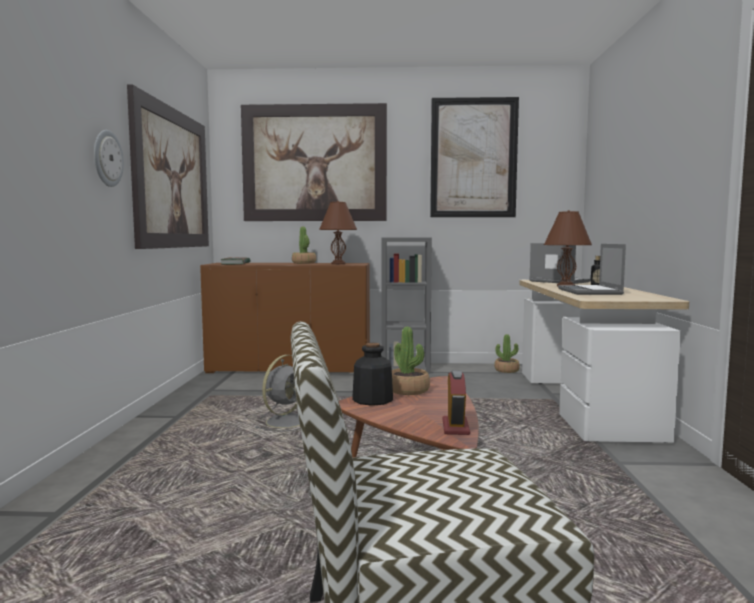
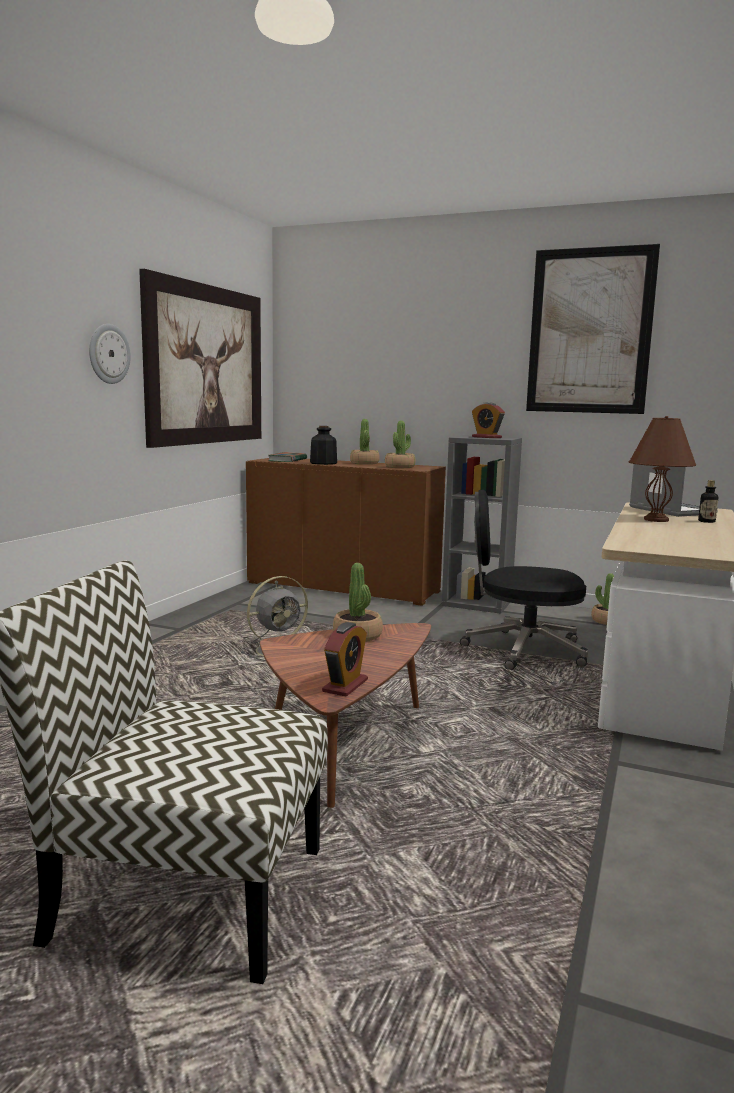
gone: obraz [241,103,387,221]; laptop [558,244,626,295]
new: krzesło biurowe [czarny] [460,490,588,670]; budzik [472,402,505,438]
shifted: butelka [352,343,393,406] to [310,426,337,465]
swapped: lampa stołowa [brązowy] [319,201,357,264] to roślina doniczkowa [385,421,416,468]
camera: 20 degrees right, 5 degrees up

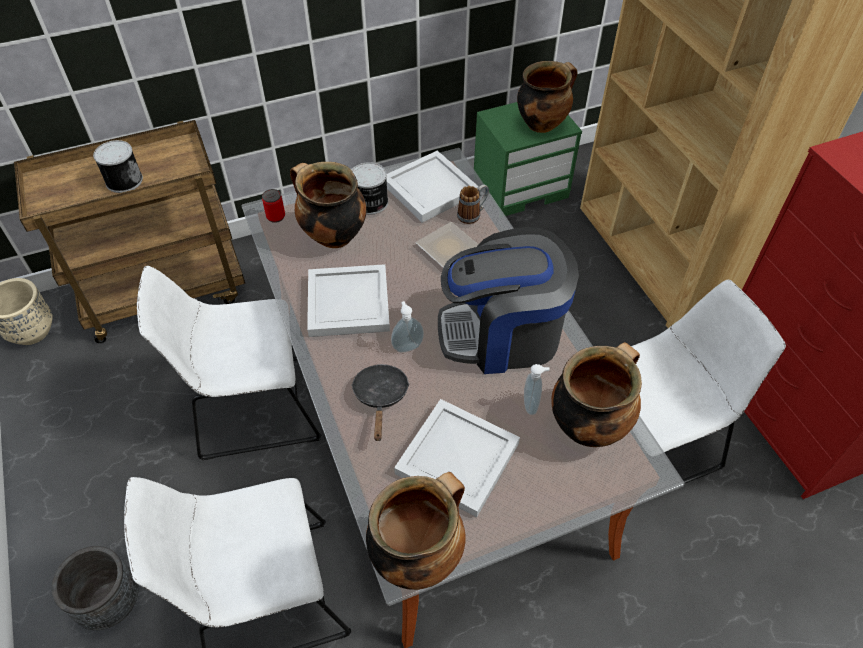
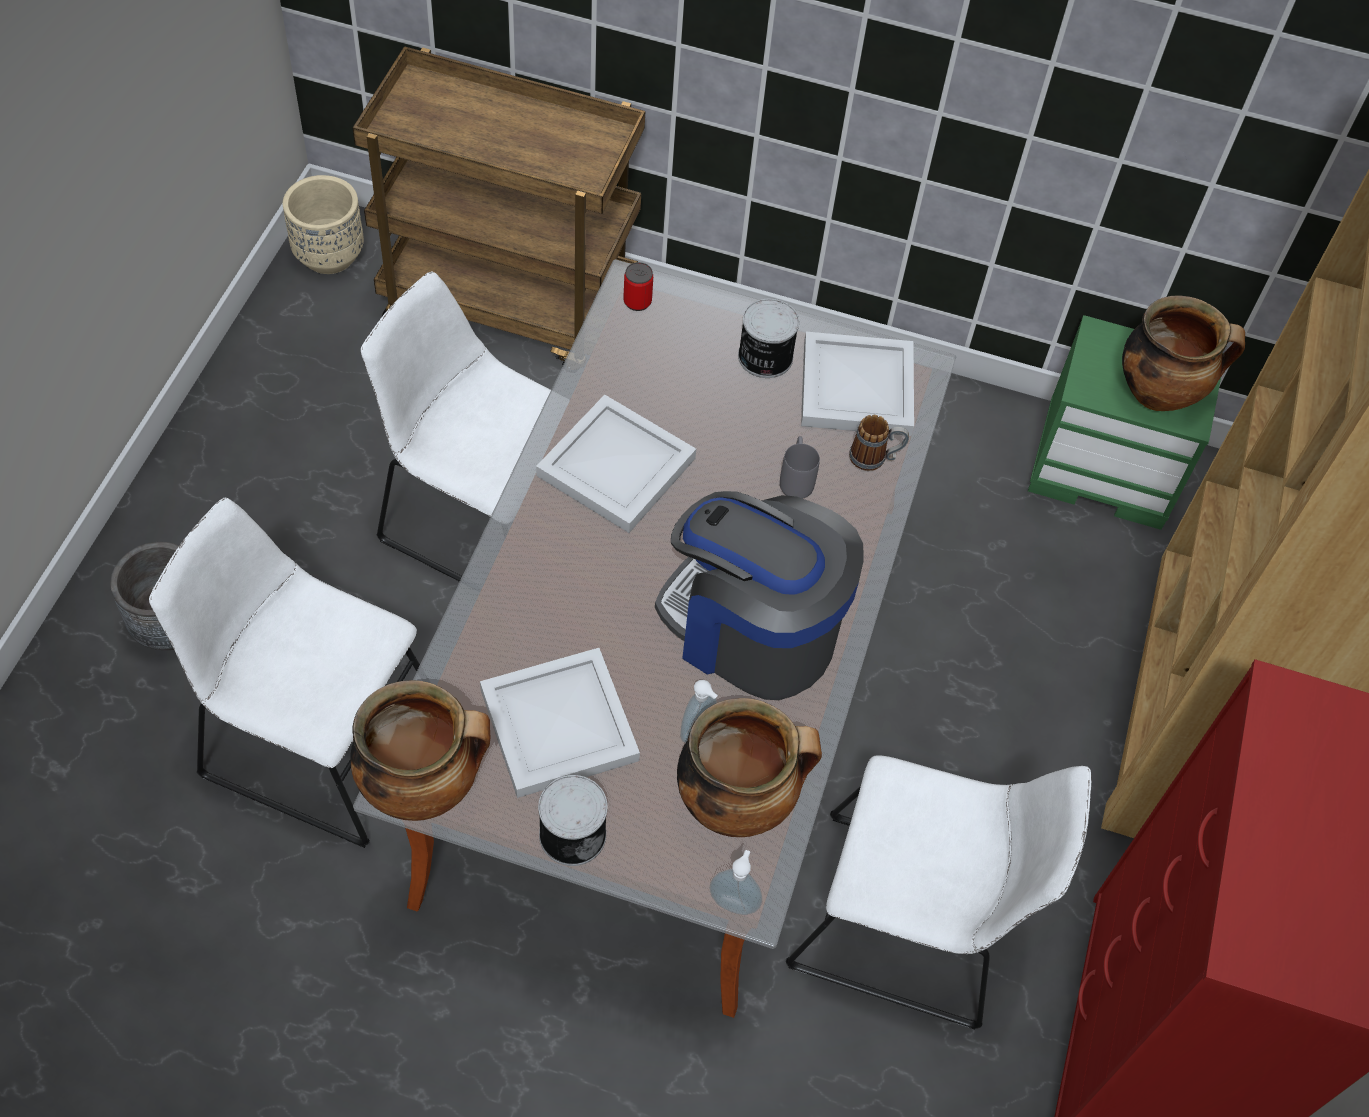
gone: garnek [290,162,366,248]; patelnia [czarny] [351,364,410,441]
shifted: puszka [93,140,143,193] to [538,775,608,866]; dozownik mydła [391,301,424,352] to [709,850,762,915]
swapped: talerz [415,222,478,268] to kubek [szary] [780,436,820,499]
camera: 35 degrees right, 5 degrees up

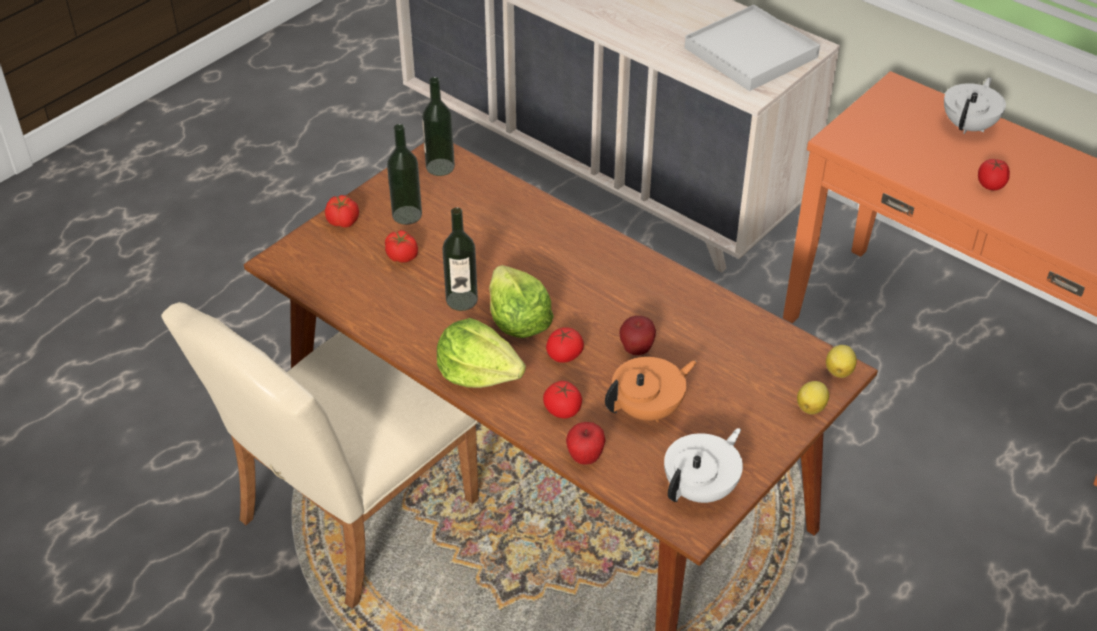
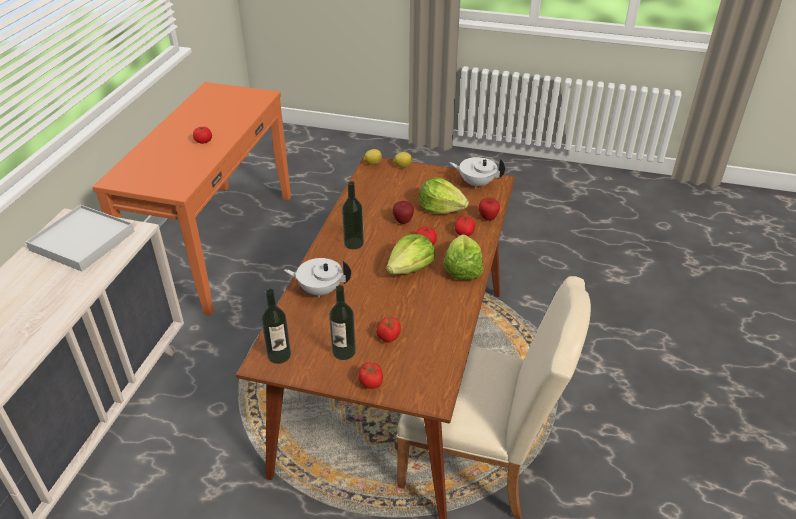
shifted: butelka [442,207,478,311] to [342,181,364,249]; imbryk [biały] [944,77,1006,134] to [284,258,351,298]
swapped: imbryk [pomarańczowy] [605,357,697,423] to sałata [419,177,469,214]
camera: 115 degrees left, 5 degrees down

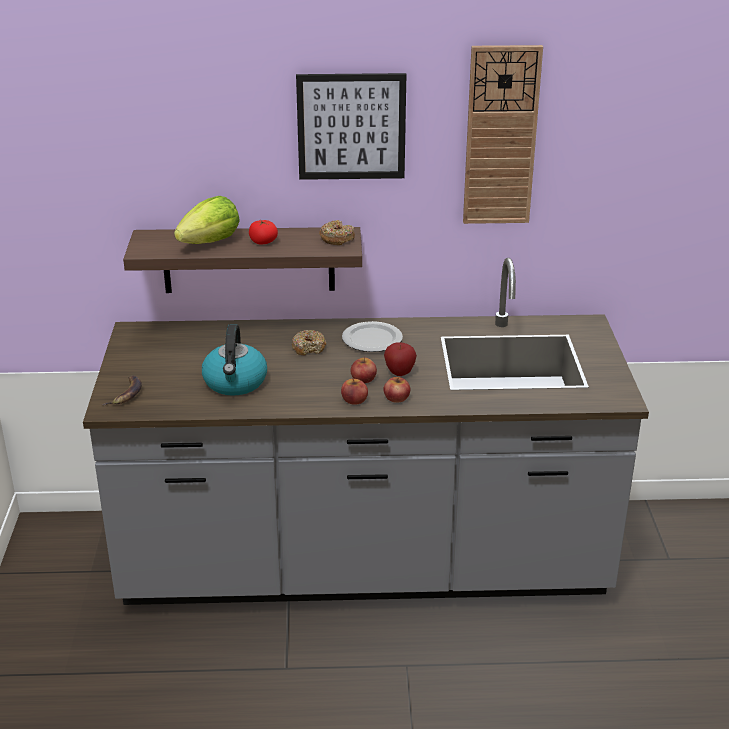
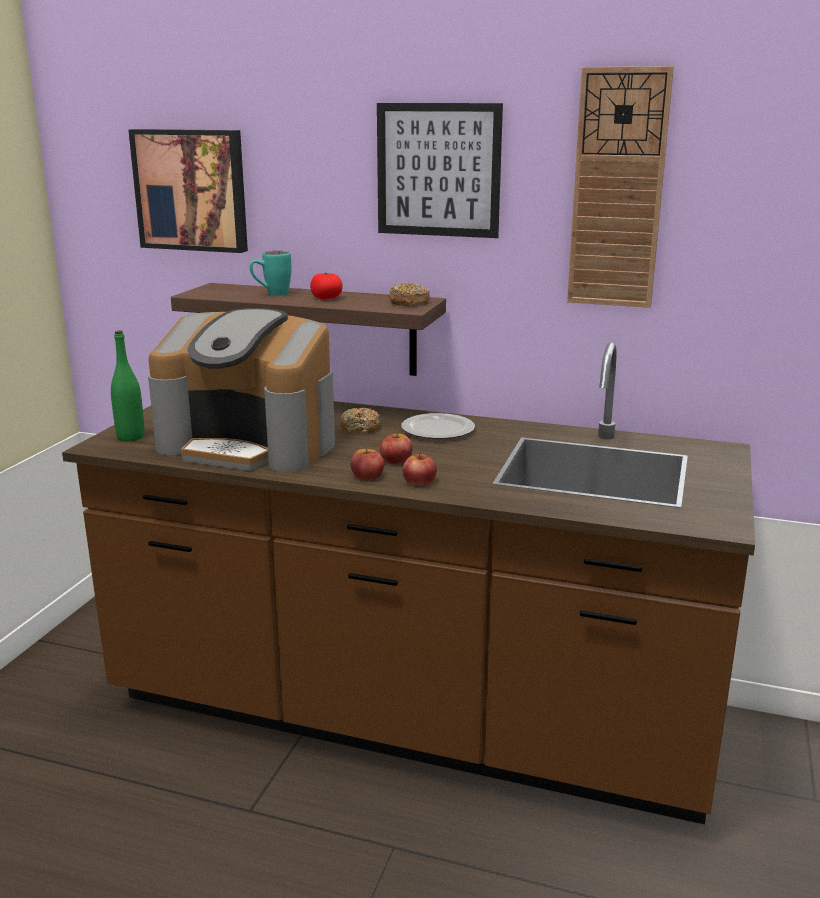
gone: jabłko [384,342,417,376]
new: obraz [128,129,248,253]
swapped: banan [102,375,142,405] to butelka [zielony] [111,330,144,441]; sałata [174,196,240,244] to kubek [turkusowy] [250,251,292,296]; czajnik [202,324,267,396] to ekspres do kawy [148,308,335,472]
repainted: zabudowa kuchenna [szary] [83,258,649,605] to zabudowa kuchenna [brązowy] [62,342,755,825]
camera: 20 degrees right, 10 degrees down

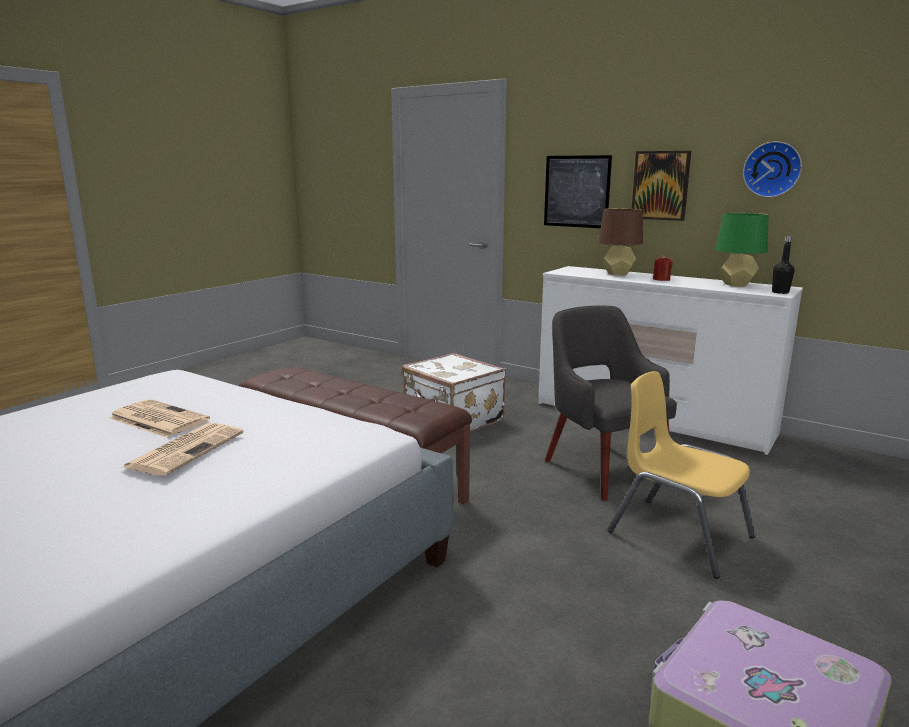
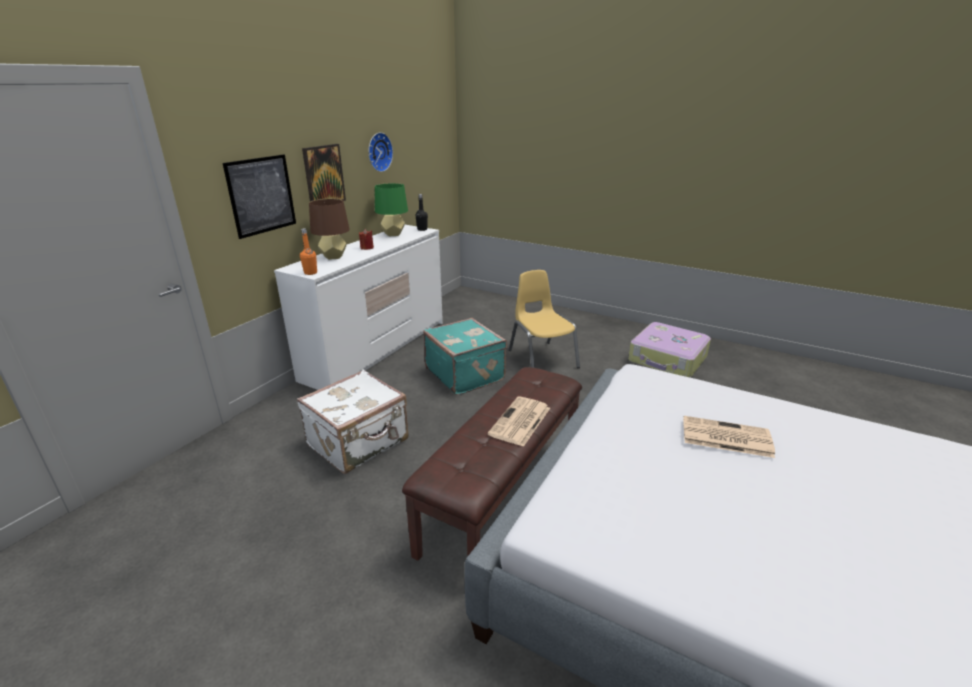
new: butelka [pomarańczowy] [300,228,317,275]
shifted: gazeta [109,399,210,438] to [488,396,550,447]
swapped: fotel [szary] [545,306,677,501] to walizka [turkusowy] [423,318,507,395]
rotated: krzesło [żółty] [607,371,756,579] = [509,270,580,368] 120 degrees clockwise
camera: 95 degrees left, 10 degrees up

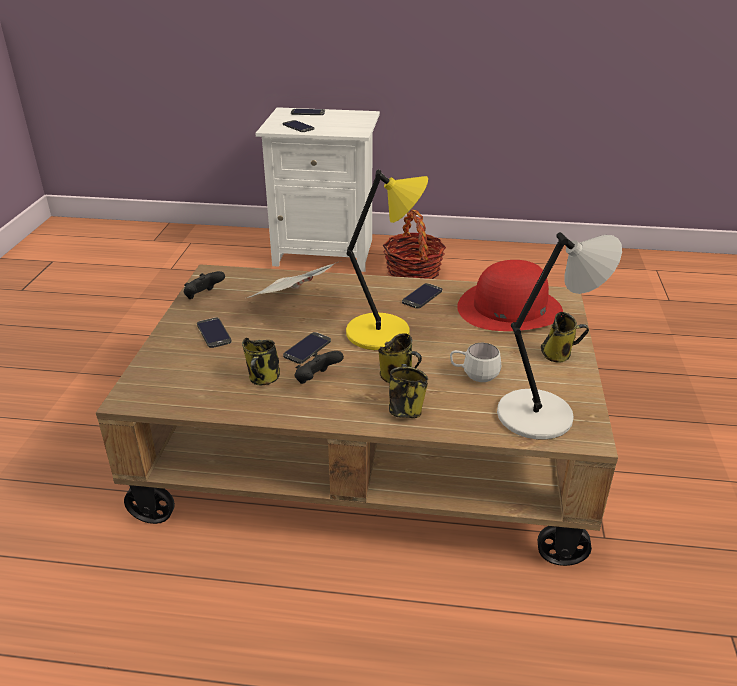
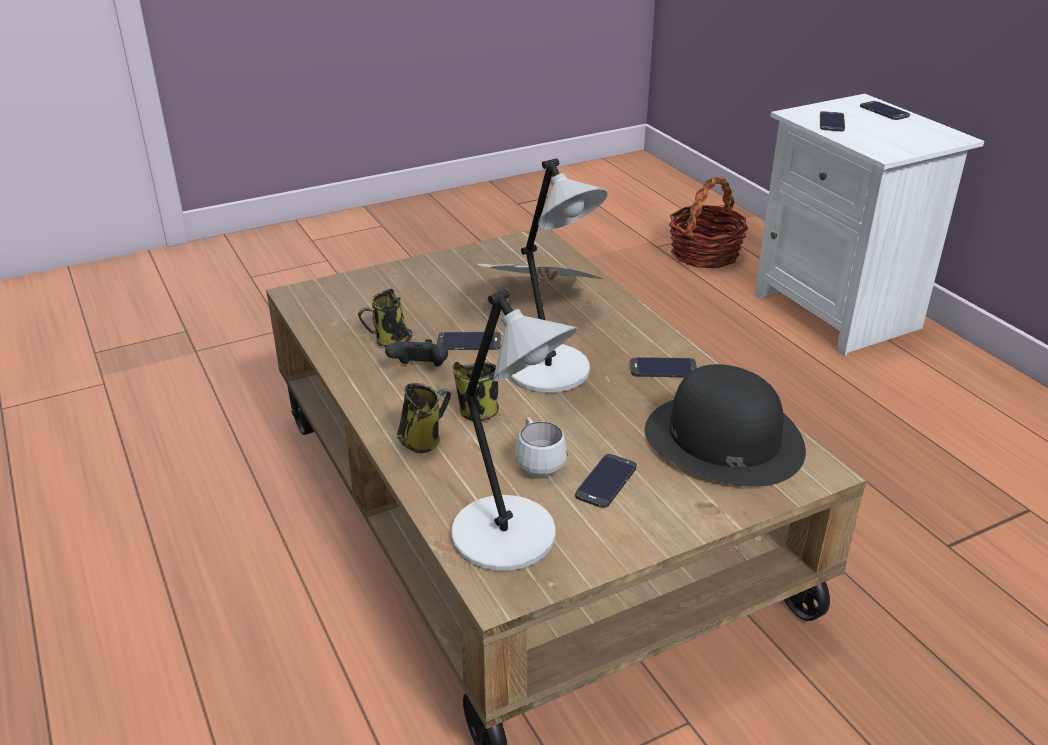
gone: pad do gier [czarny] [184,271,225,299]; kubek [541,312,589,362]
shifted: telefon [197,318,232,348] to [575,454,637,508]; koszyk [383,209,446,279] to [669,177,748,268]
repainted: lampa stołowa [żółty] [346,169,428,350] to lampa stołowa [szary] [509,158,608,393]; kapelusz [czerwony] [457,260,563,331] to kapelusz [czarny] [645,364,806,487]
camera: 55 degrees right, 0 degrees up

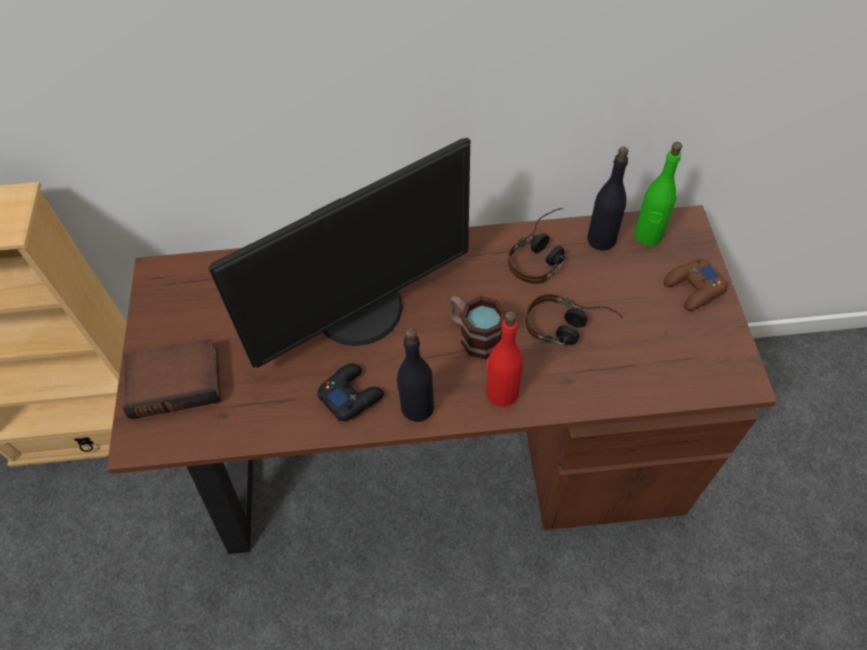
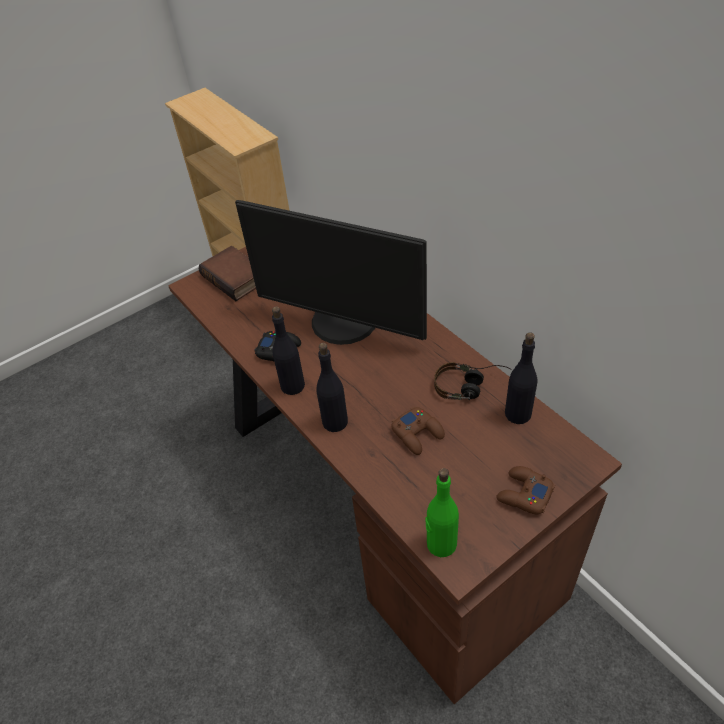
gone: kubek [449,296,506,360]
shifted: butelka [zielony] [634,142,682,246] to [426,468,459,557]
swapped: słuchawki [526,293,623,346] to pad do gier [brązowy] [391,407,445,455]
repainted: butelka [czerwony] [486,312,523,407] to butelka [czarny] [317,343,348,432]
camera: 60 degrees right, 10 degrees down

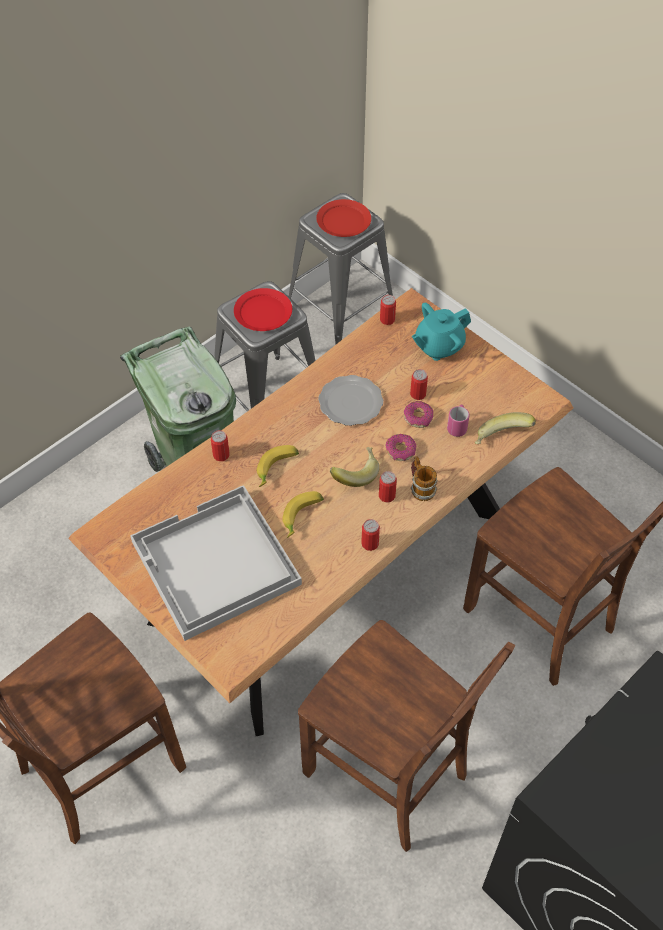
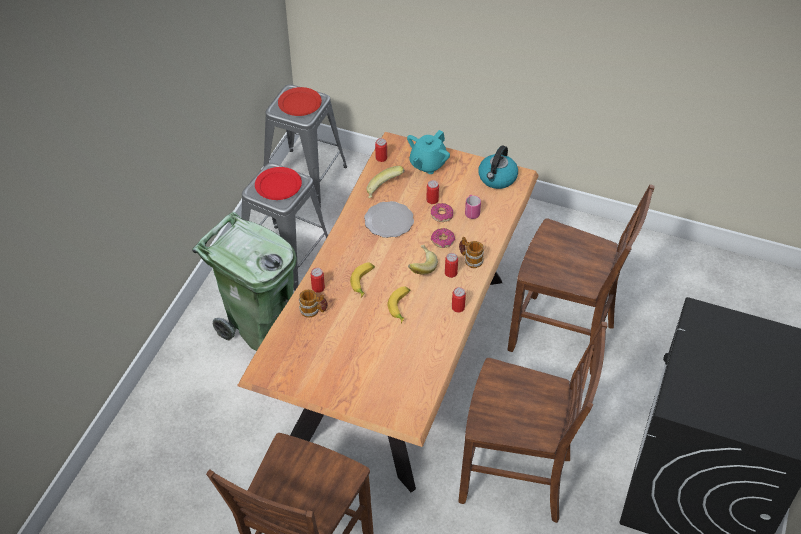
gone: taca [biały] [130,485,302,641]
new: kubek [299,290,328,317]; czajnik [478,145,518,189]
shifted: banan [475,412,536,444] to [366,166,405,198]
camera: 25 degrees left, 5 degrees down

